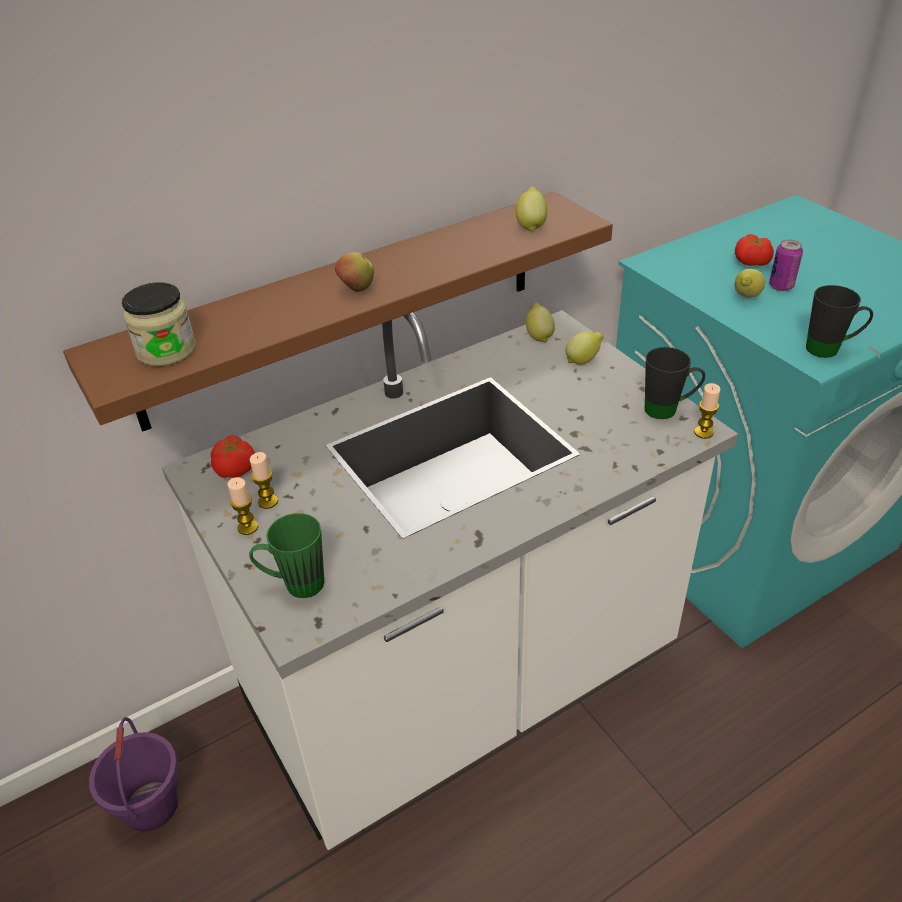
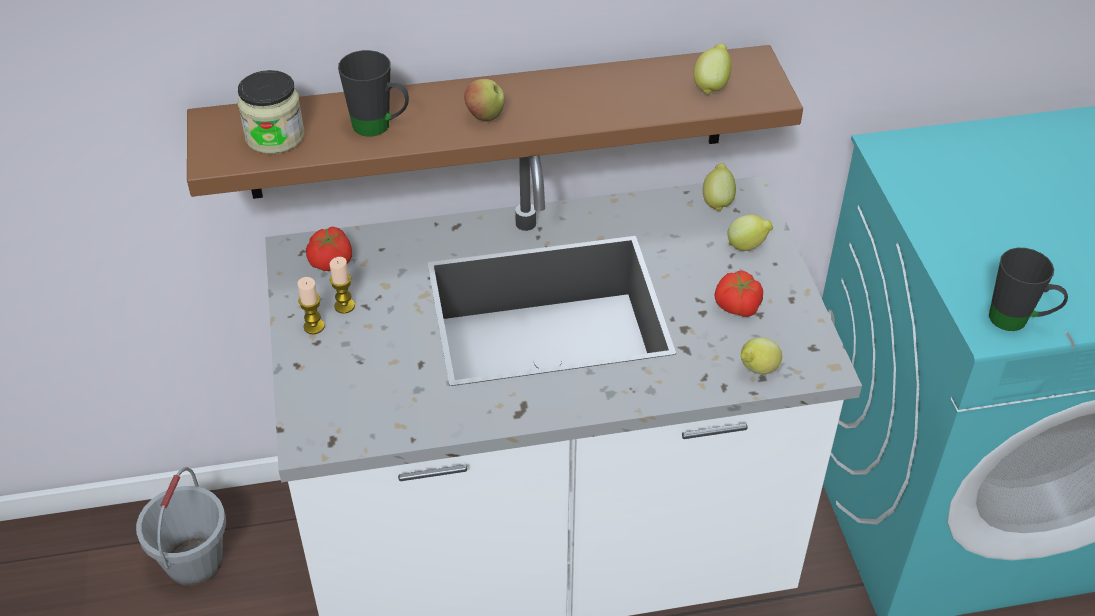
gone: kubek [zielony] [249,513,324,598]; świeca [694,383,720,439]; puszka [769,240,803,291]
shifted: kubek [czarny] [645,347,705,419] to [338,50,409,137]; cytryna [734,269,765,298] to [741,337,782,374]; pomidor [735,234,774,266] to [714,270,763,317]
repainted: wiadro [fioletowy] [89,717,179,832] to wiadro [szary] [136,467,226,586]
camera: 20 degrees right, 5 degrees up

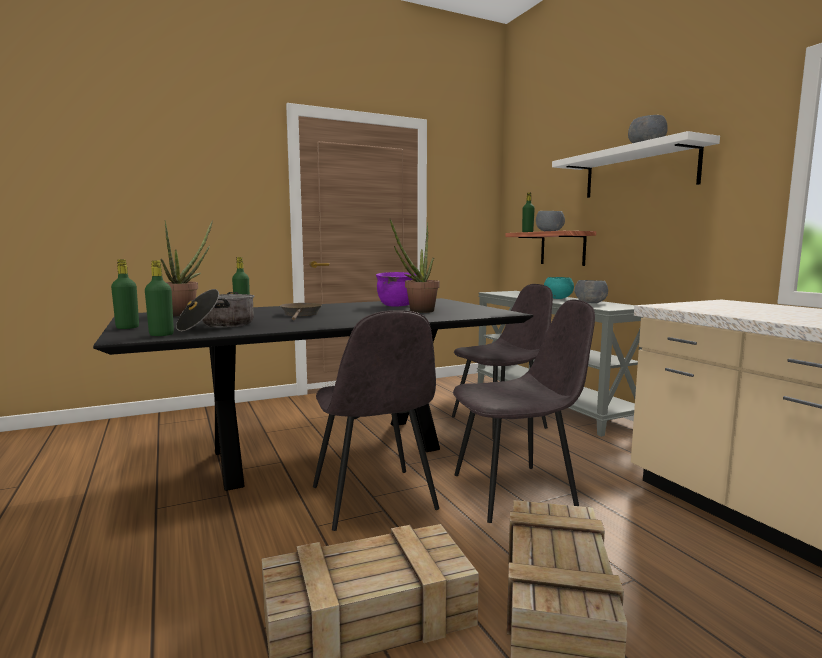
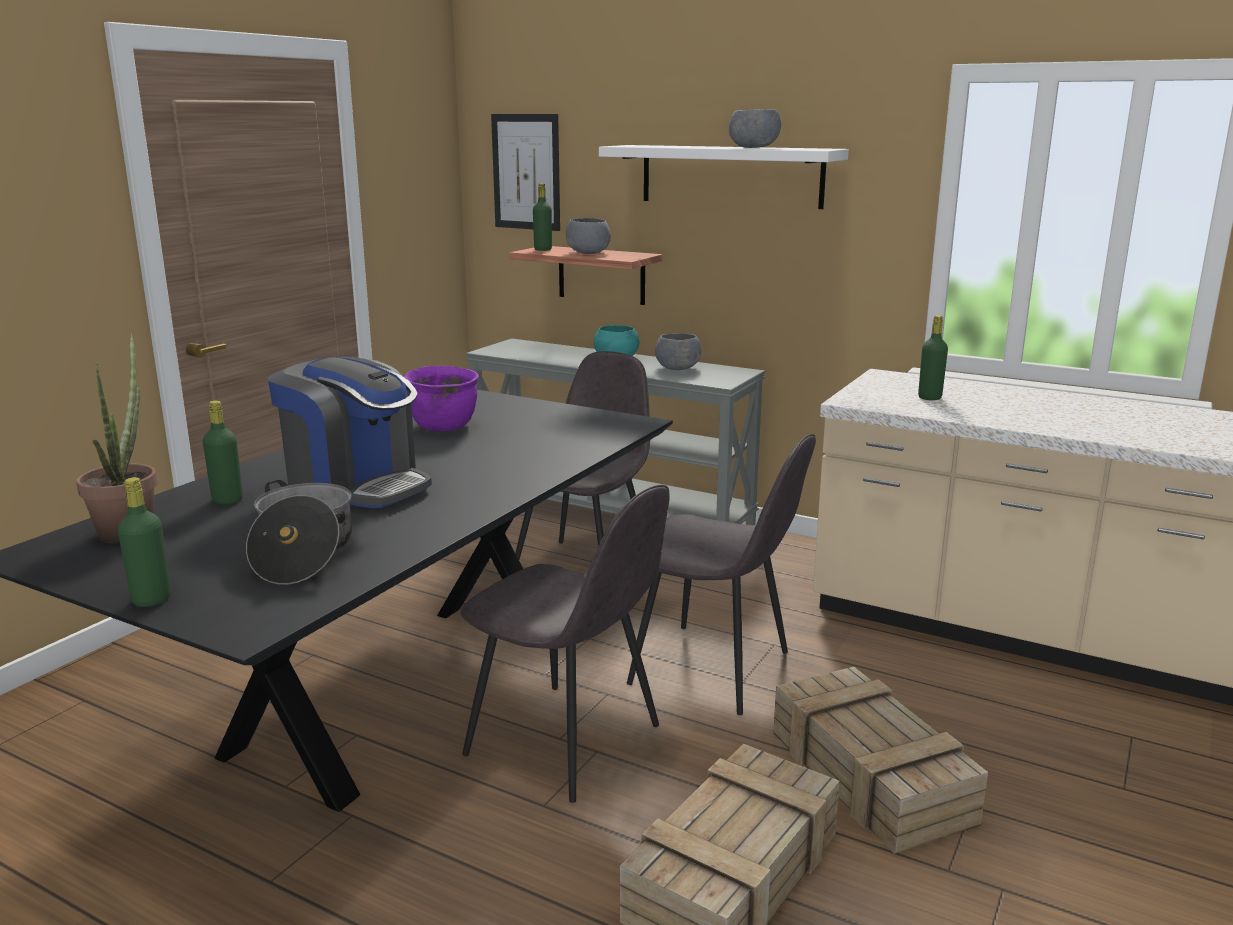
gone: roślina doniczkowa [390,219,440,313]
new: obraz [491,114,560,231]
shifted: butelka [zielony] [145,260,174,336] to [918,315,948,400]
swapped: patelnia [brązowy] [280,303,323,320] to ekspres do kawy [268,357,432,508]
rotated: krzesło [szary] [453,300,595,523] = [627,434,816,715] 75 degrees clockwise
camera: 35 degrees left, 10 degrees up

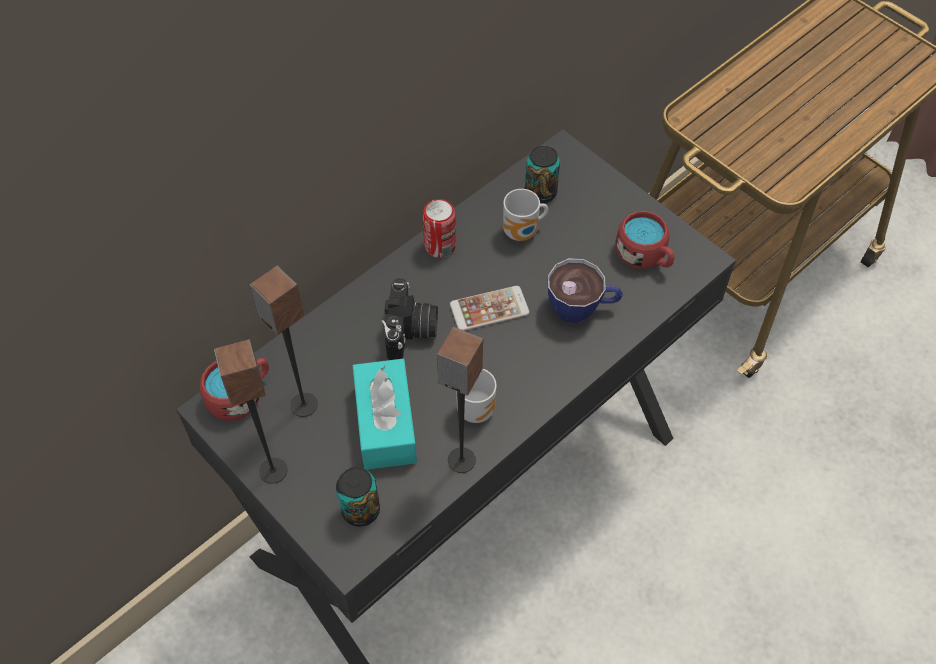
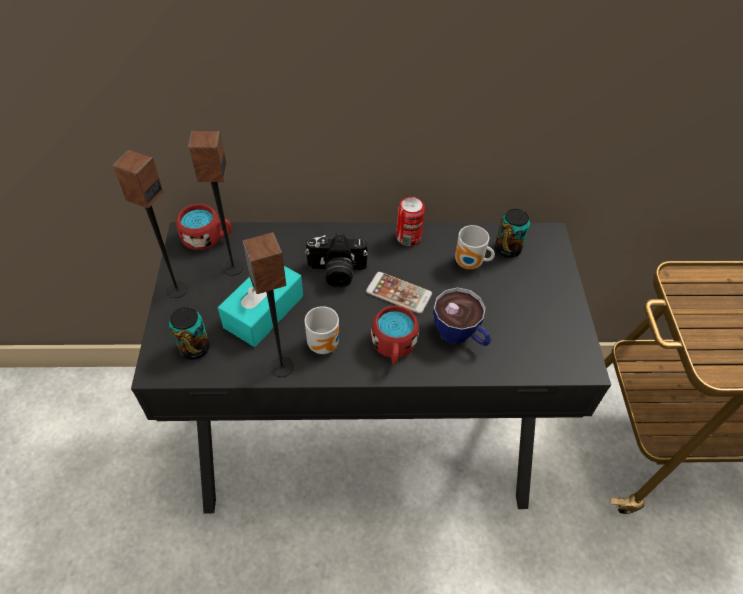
shifted: kubek [czerwony] [615,211,675,269] to [371,306,419,364]
rotated: aparat fotograficzny [382,278,438,360] = [305,234,368,288] 45 degrees clockwise
camera: 40 degrees right, 5 degrees down

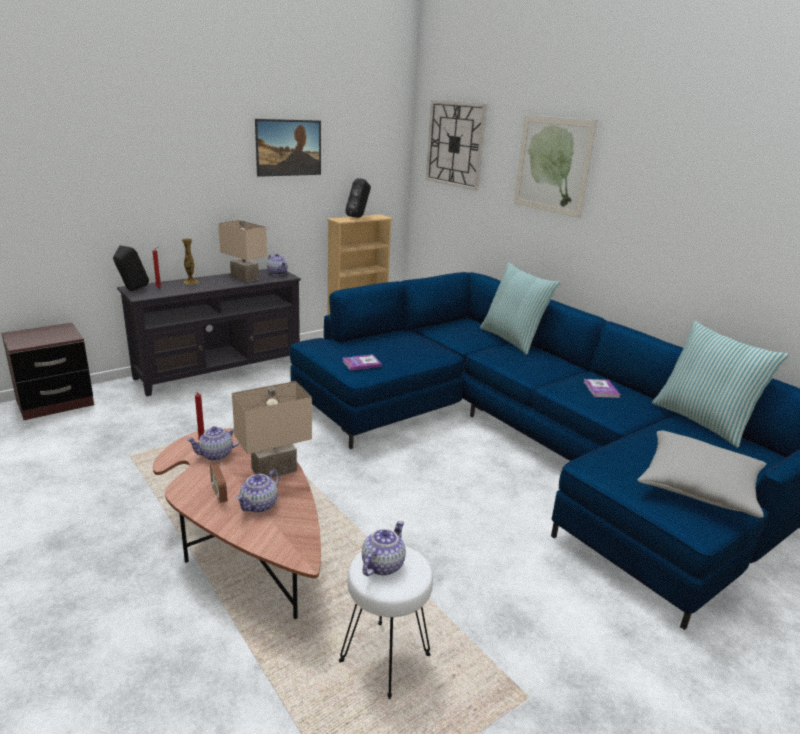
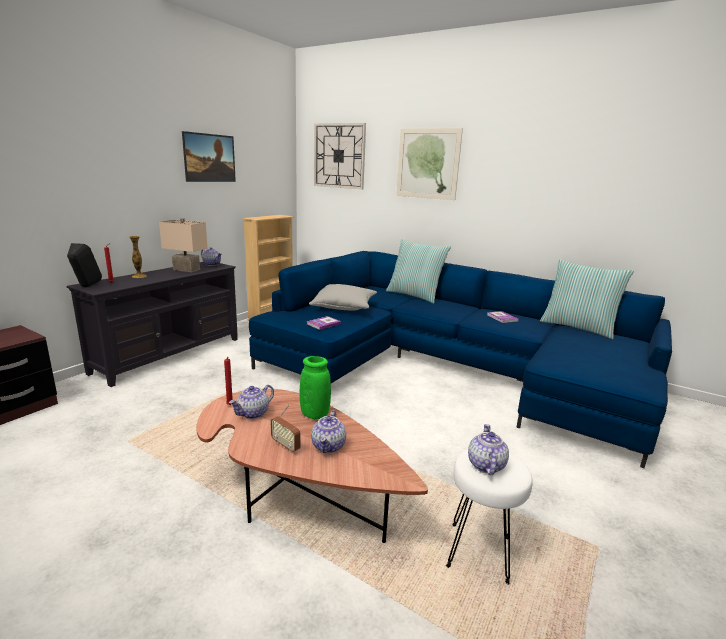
gone: głośnik [czarny] [345,178,371,218]
shifted: poduszka [szary] [637,431,766,518] to [309,284,377,310]
swapped: lampa stołowa [beżowy] [232,381,312,478] to wazon [zielony] [300,356,331,419]
camera: 20 degrees left, 5 degrees down

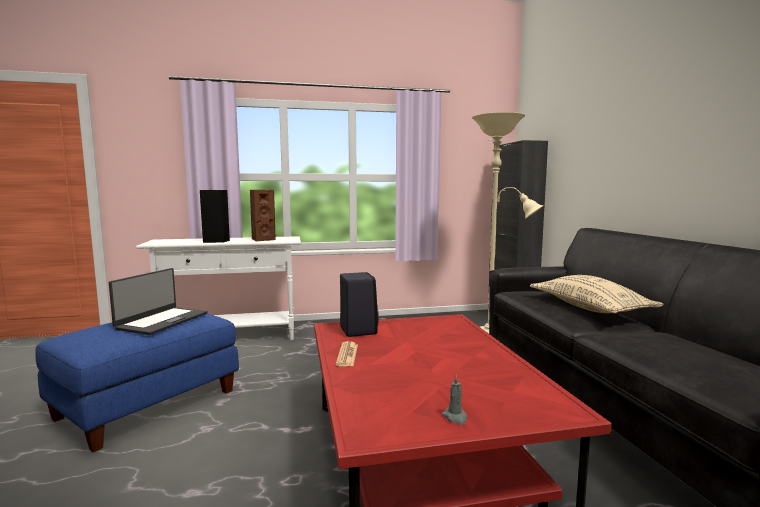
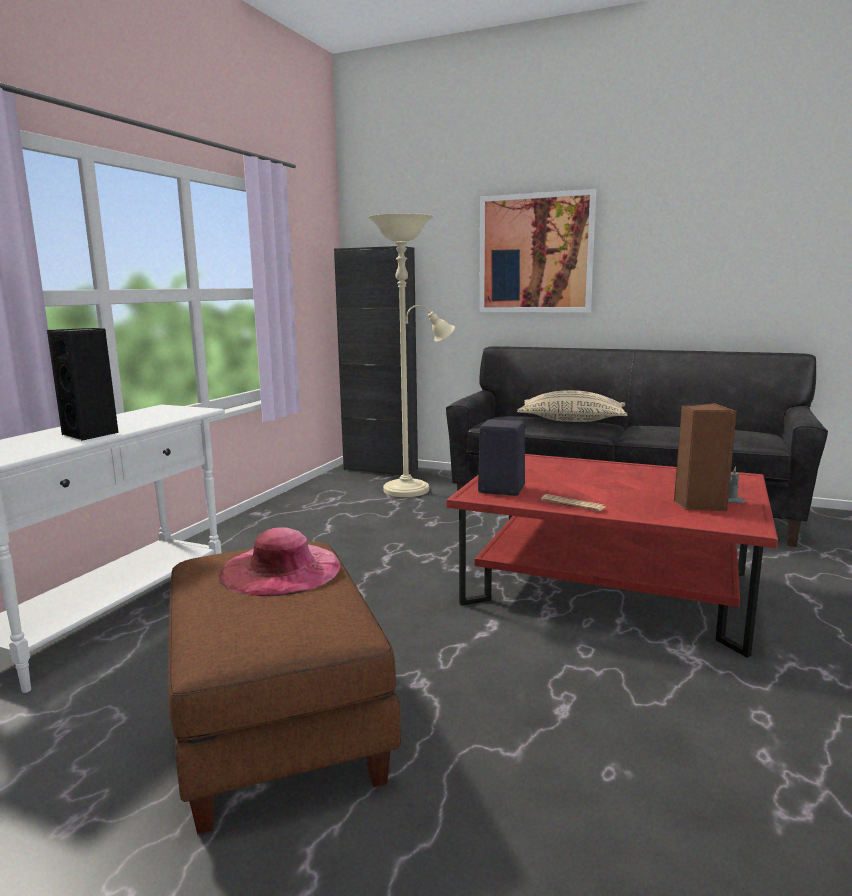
new: obraz [479,189,596,313]
shifted: głośnik [brązowy] [250,190,276,241] to [674,403,737,511]
swapped: laptop [109,268,208,335] to kapelusz [różowy] [219,527,340,596]
repainted: pufa [niebieski] [35,313,239,452] to pufa [brązowy] [168,542,401,834]
camera: 55 degrees left, 5 degrees up

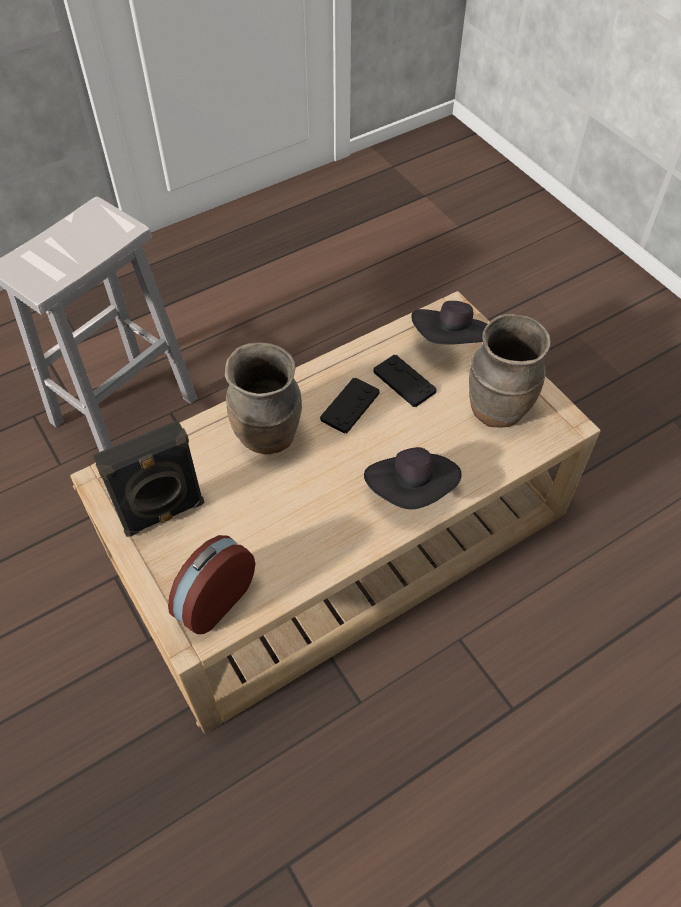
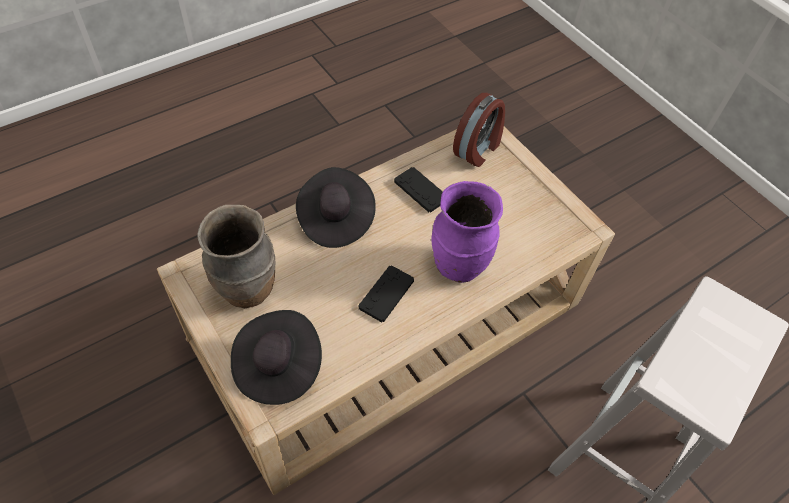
gone: głośnik [czarny] [93,420,204,537]
shifted: pad do gier [czarny] [373,355,436,407] to [394,167,443,213]
repainted: wazon [brązowy] [225,342,302,454] to wazon [fioletowy] [431,181,503,283]
camera: 175 degrees right, 0 degrees up

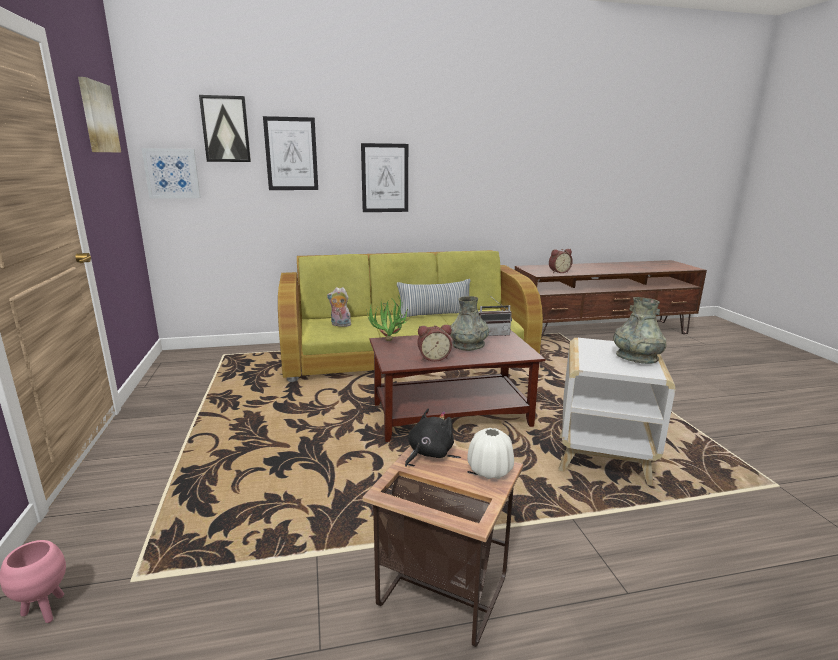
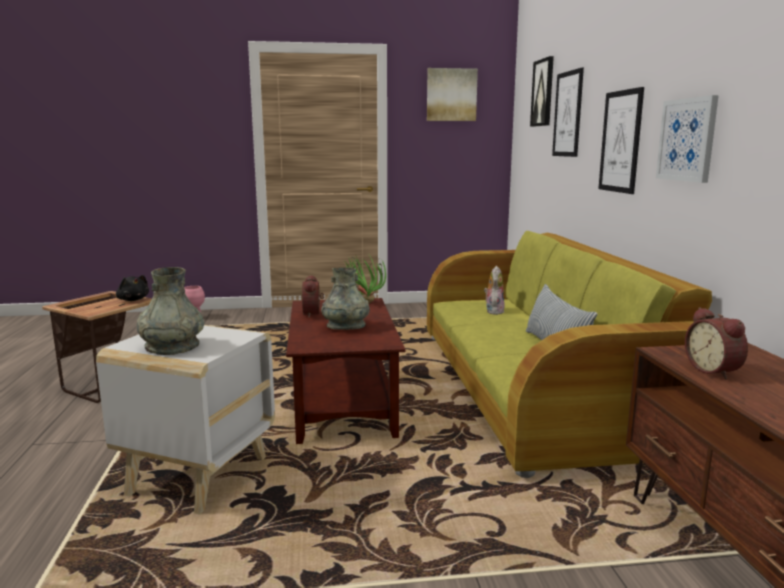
gone: wazon [biały] [467,428,514,479]; radio [478,295,512,336]
shifted: obraz [142,148,201,199] to [656,95,719,183]
camera: 95 degrees right, 5 degrees down

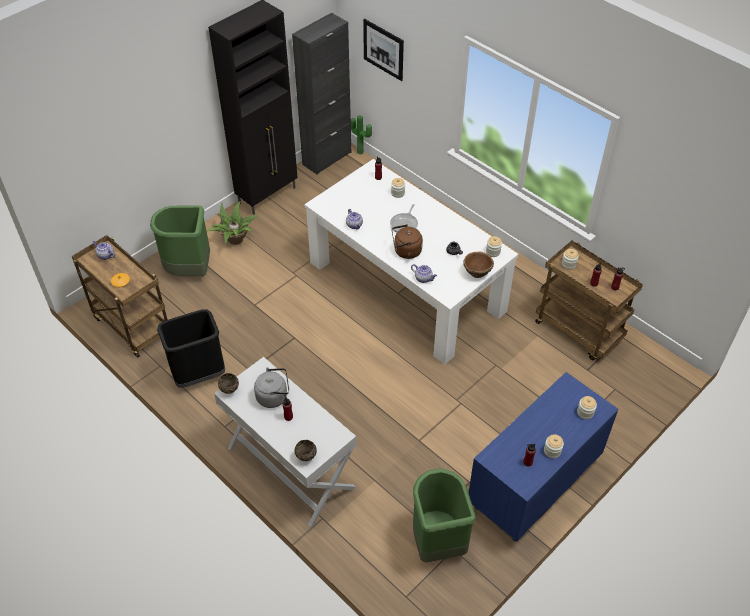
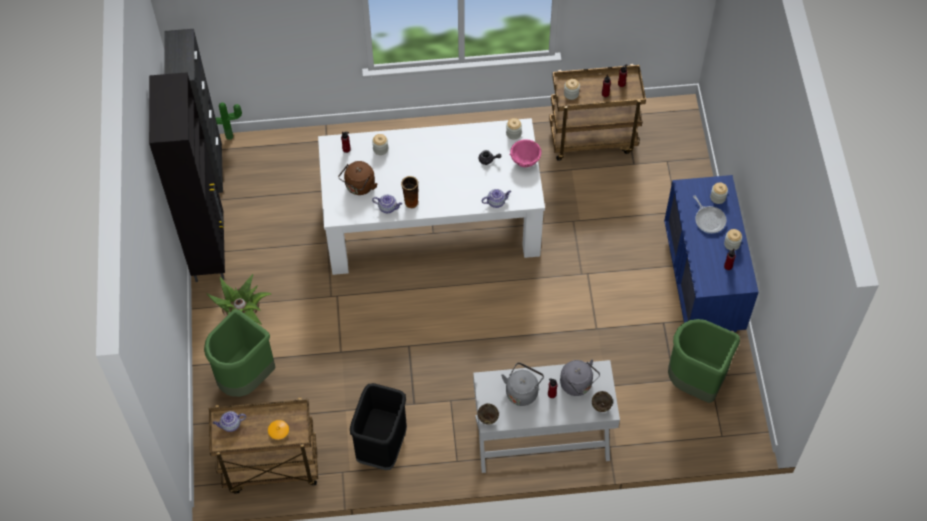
gone: obraz [363,19,404,81]
new: wazon [401,176,419,209]; czajnik [szary] [560,360,600,396]
shifted: patelnia [390,204,418,233] to [693,195,727,234]; czajnik [brązowy] [392,224,423,259] to [338,161,377,195]
repainted: miska [brązowy] [463,252,494,278] to miska [różowy] [510,140,542,167]
camera: 50 degrees left, 10 degrees up

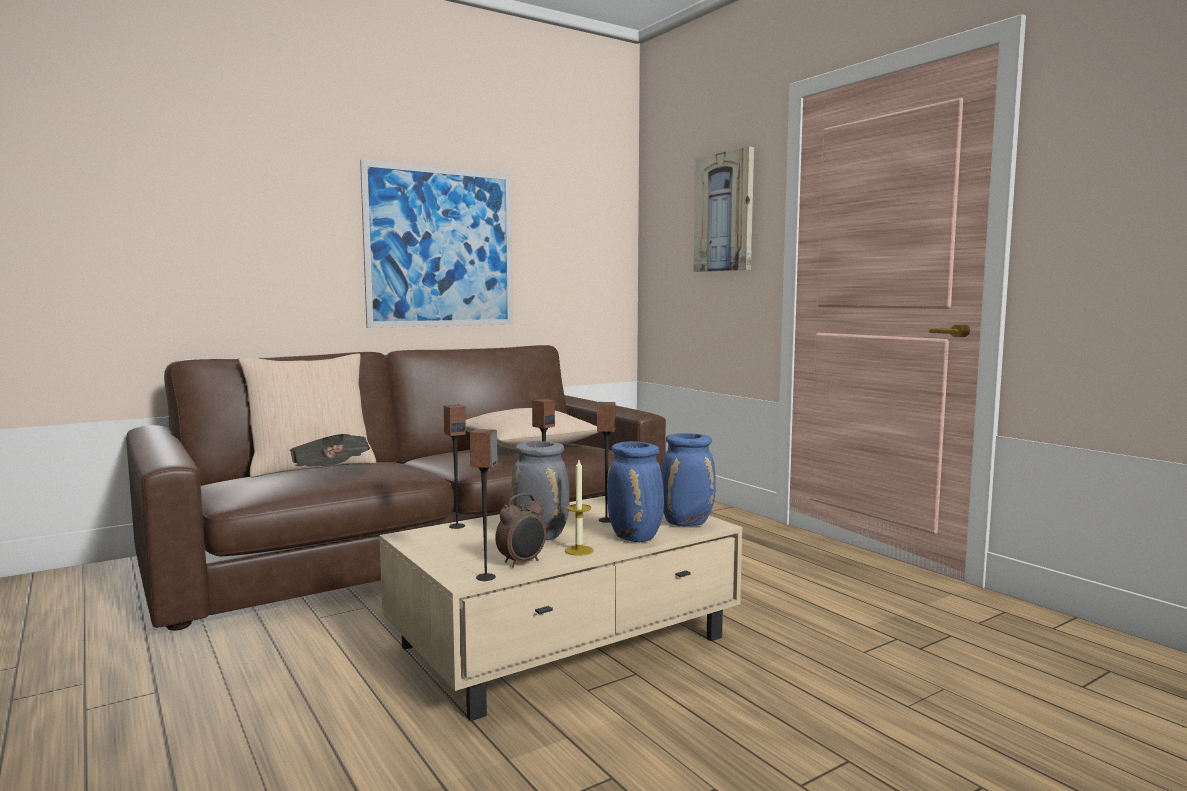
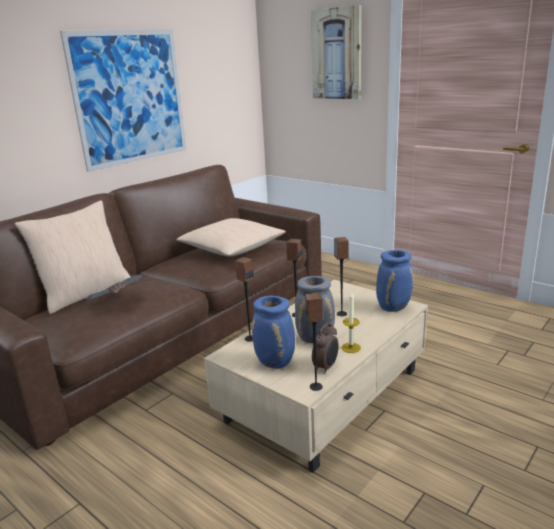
shifted: wazon [niebieski] [607,441,664,542] to [252,296,295,369]
camera: 15 degrees left, 15 degrees up

